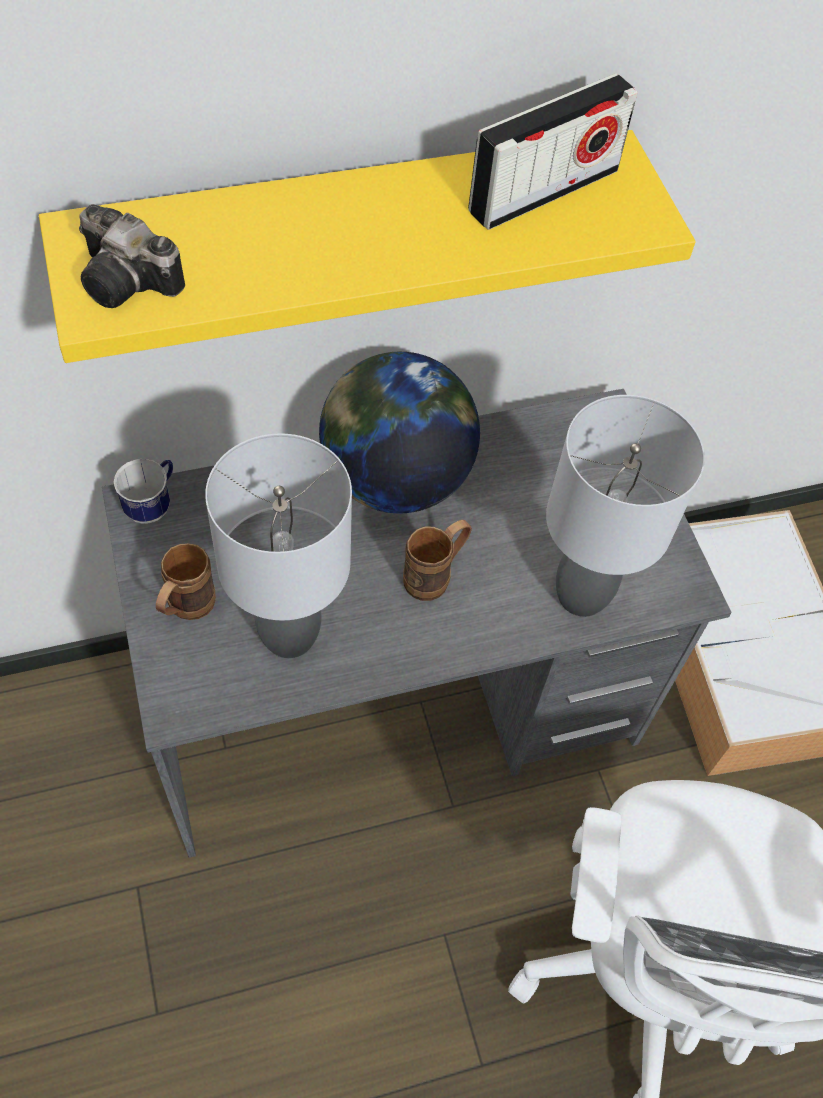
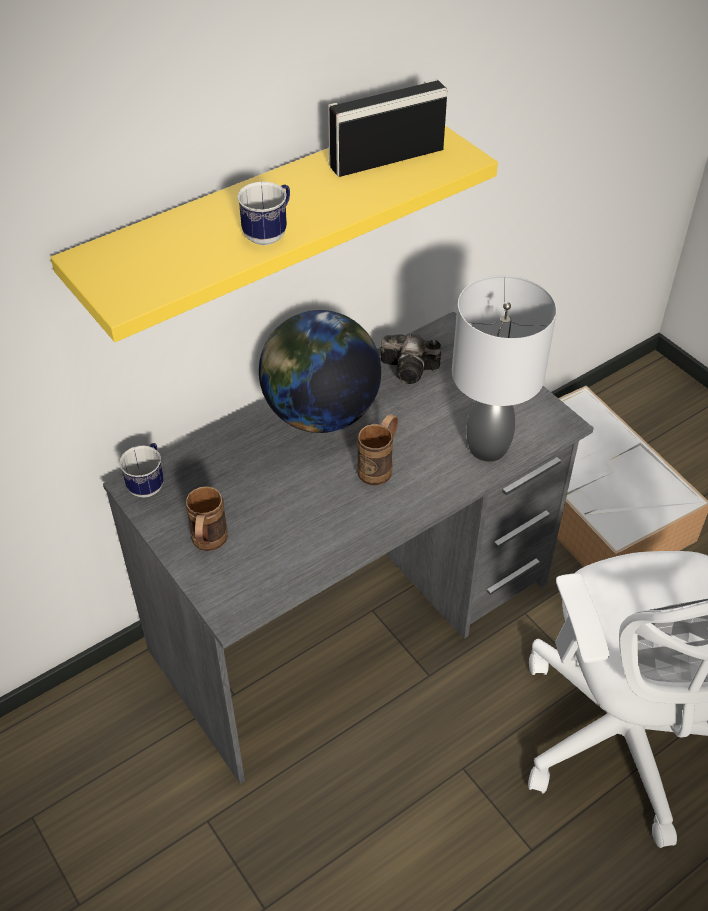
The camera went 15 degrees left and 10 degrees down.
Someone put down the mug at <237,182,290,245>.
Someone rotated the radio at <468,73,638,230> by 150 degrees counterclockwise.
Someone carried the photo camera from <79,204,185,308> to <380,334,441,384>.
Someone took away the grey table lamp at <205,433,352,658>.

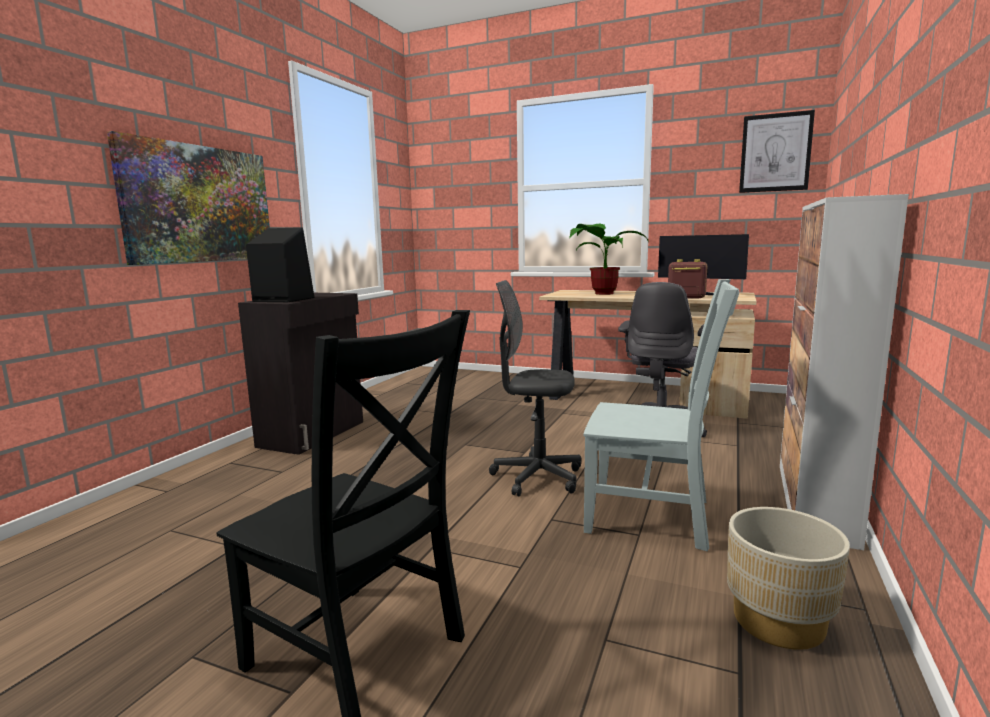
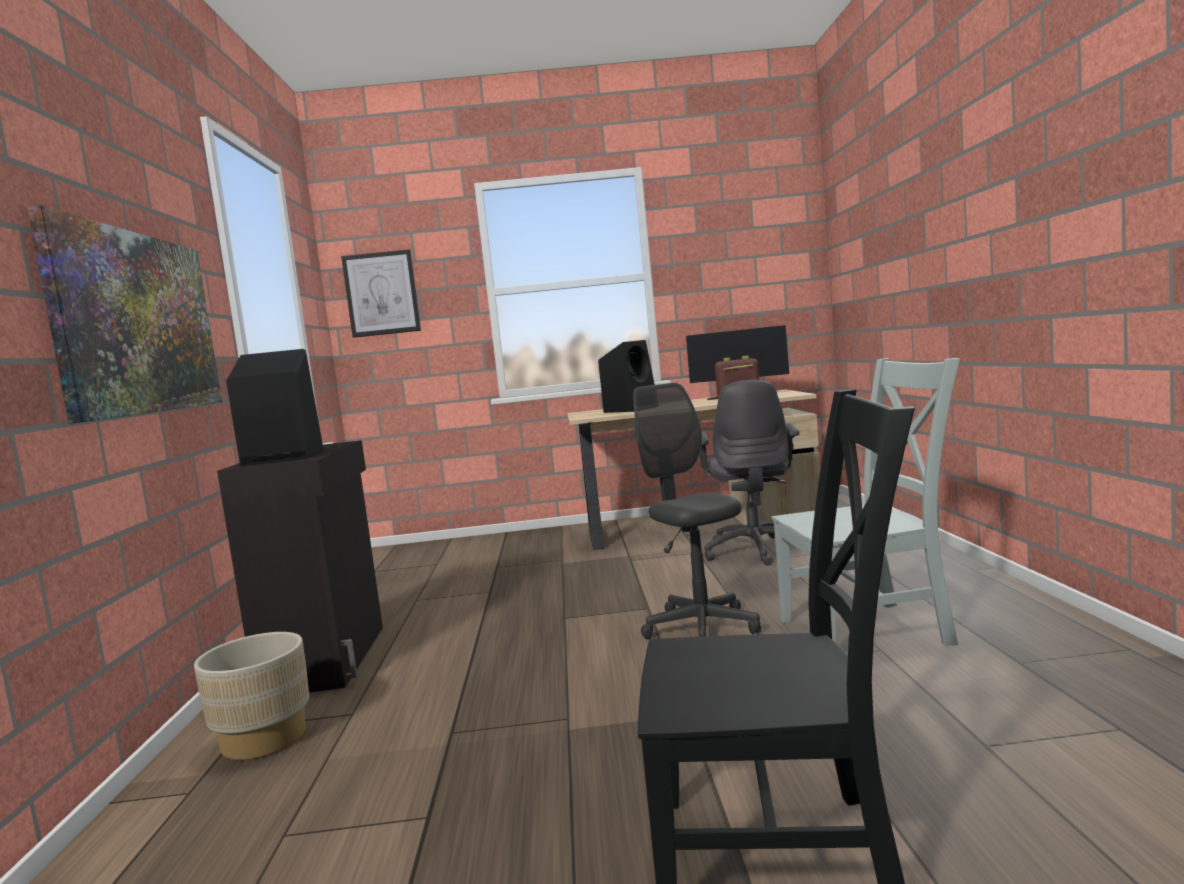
The camera went 25 degrees left and 5 degrees down.
Someone carried the beige planter from <727,507,850,650> to <194,632,309,760>.
Someone carried the picture from <739,110,815,193> to <341,249,421,338>.
Someone swapped the potted plant at <569,224,648,295> for the black speaker at <598,340,655,413>.
Someone rotated the grey office chair at <489,280,581,496> by 75 degrees clockwise.
Someone took away the cabinet at <780,194,909,550>.

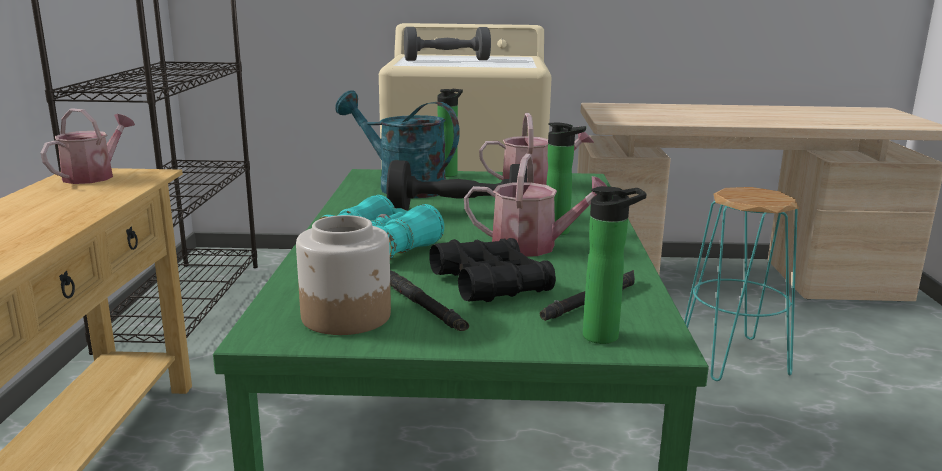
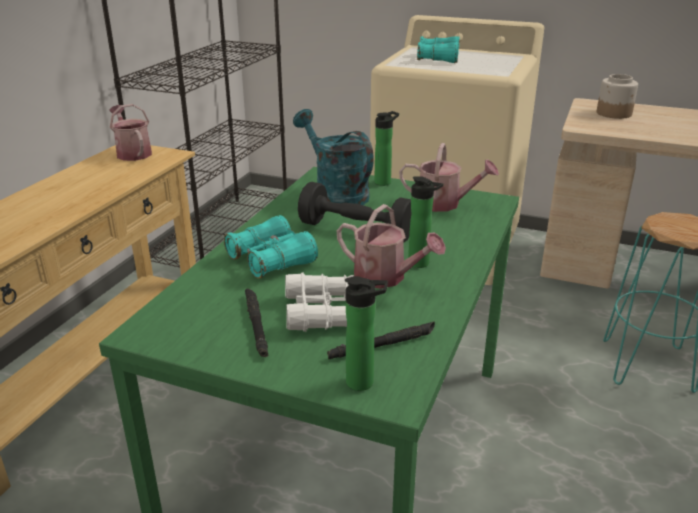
The camera went 20 degrees right and 10 degrees up.
Someone rotated the watering can at <40,108,135,184> by 75 degrees counterclockwise.
Someone repainted the black binoculars at <429,238,556,302>, which became the white binoculars at <285,272,354,332>.
Someone swapped the grey dumbbell at <404,27,491,61> for the turquoise binoculars at <417,36,460,63>.
Someone carried the jar from <296,215,391,335> to <597,74,638,119>.

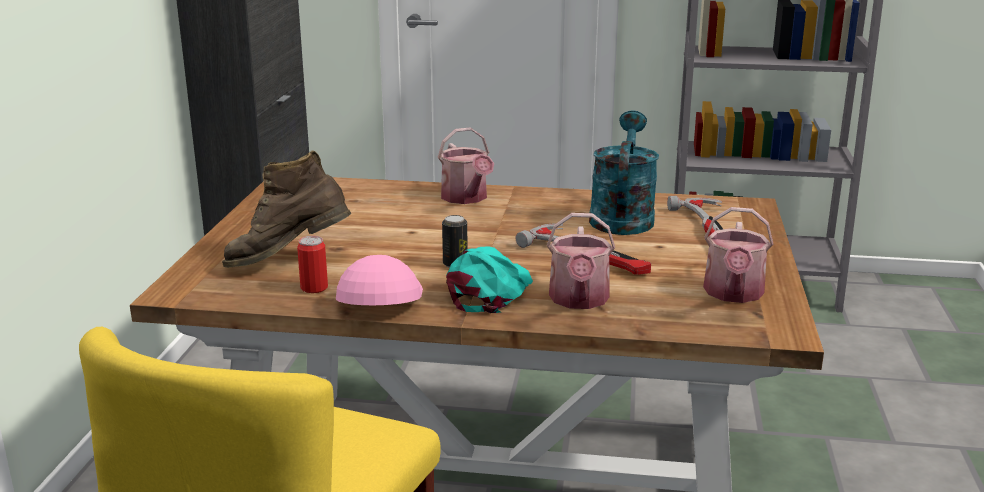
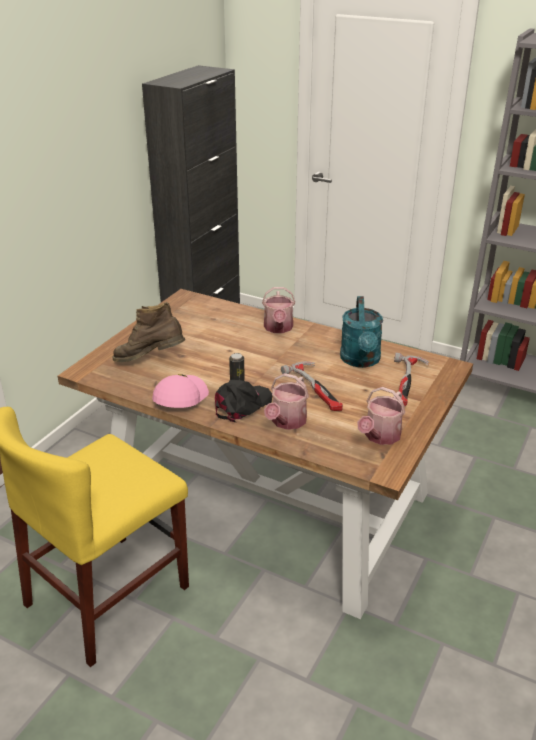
The camera went 20 degrees right and 10 degrees up.
Someone repainted the turquoise cap at <446,246,533,313>, which became the black cap at <215,380,273,422>.
Someone rotated the turquoise watering can at <589,110,659,235> by 150 degrees clockwise.
Someone took away the can at <297,236,328,293>.

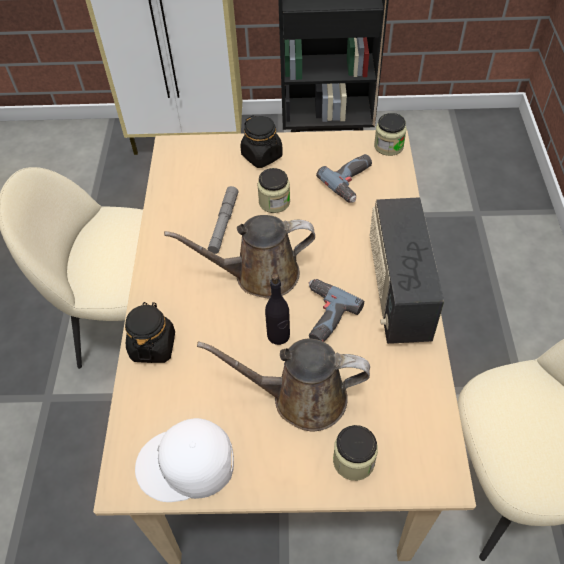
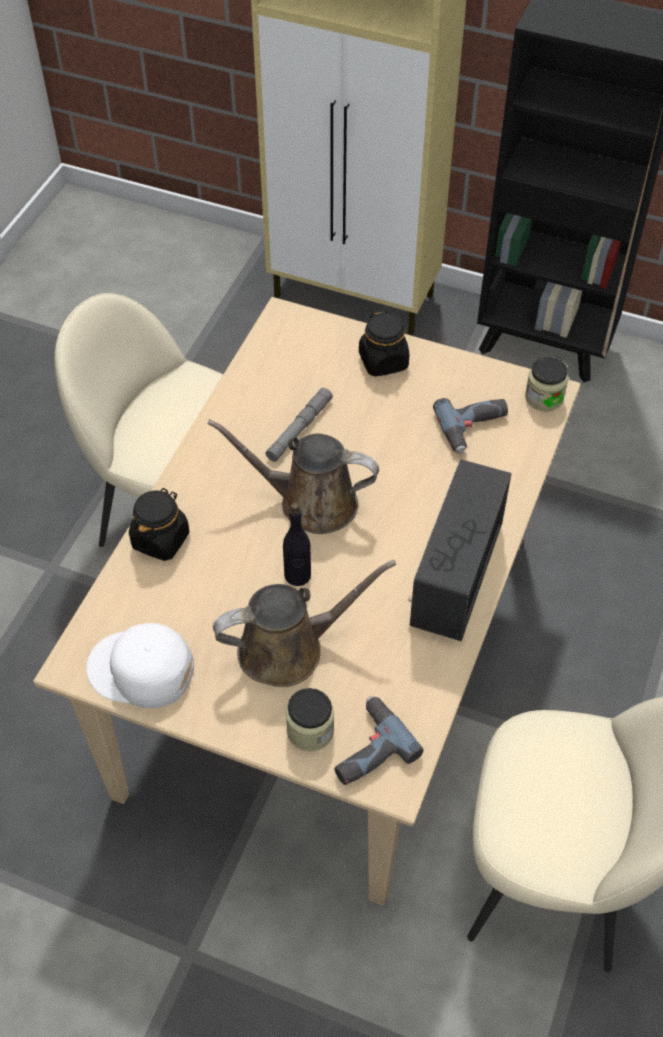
The camera went 20 degrees right and 0 degrees up.
Someone rotated the brown watering can at <197,339,370,431> by 135 degrees clockwise.
Someone carried the power drill from <309,279,364,342> to <335,697,424,785>.
Someone took away the jar at <257,168,290,213>.

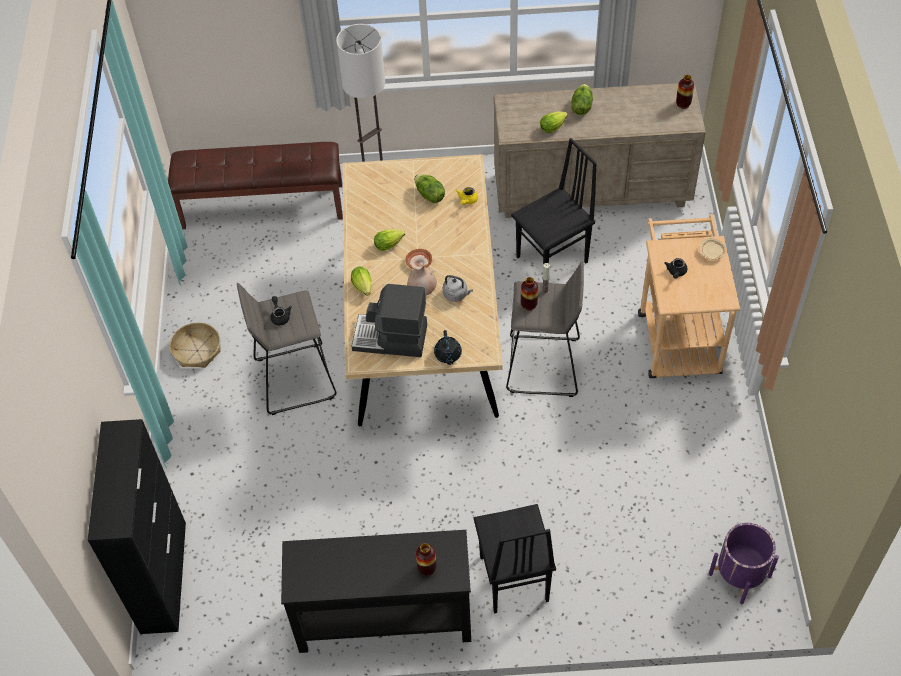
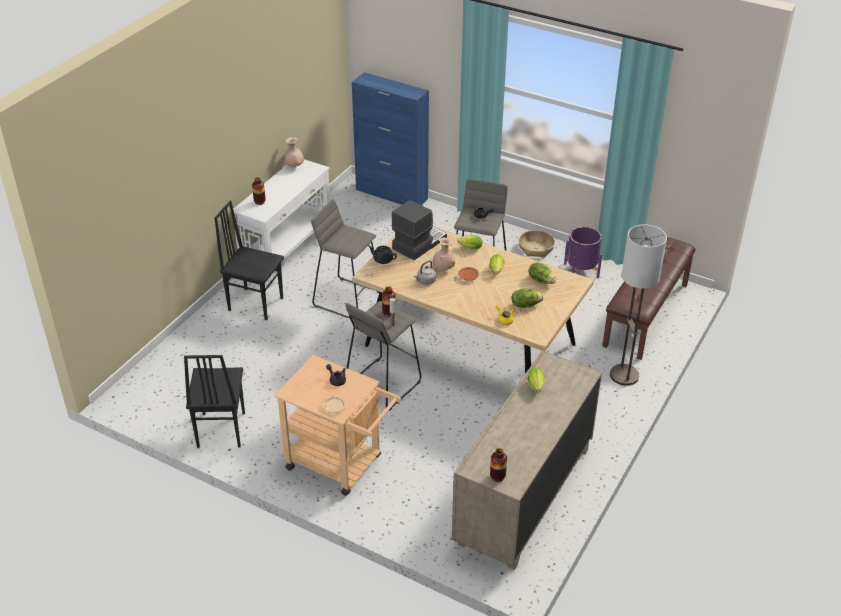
The camera went 120 degrees right and 15 degrees down.
Someone carried the black chair from <511,138,597,264> to <184,355,245,448>.
Someone repainted the black console table at <281,530,471,653>, which became the white console table at <233,159,330,286>.
Someone put down the beige vase at <284,137,304,167>.
Someone put down the grey stool at <311,199,379,318>.
Someone repainted the black cabinet at <88,419,186,634>, which became the blue cabinet at <352,72,429,205>.
Someone carried the lettuce from <571,84,593,115> to <528,262,556,284>.
Someone carried the purple planter from <709,523,779,604> to <564,226,602,278>.

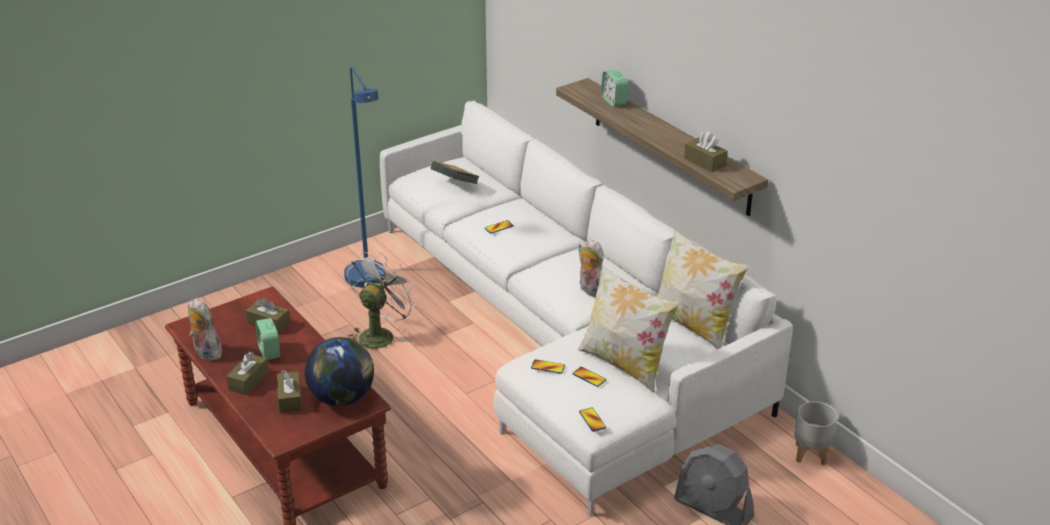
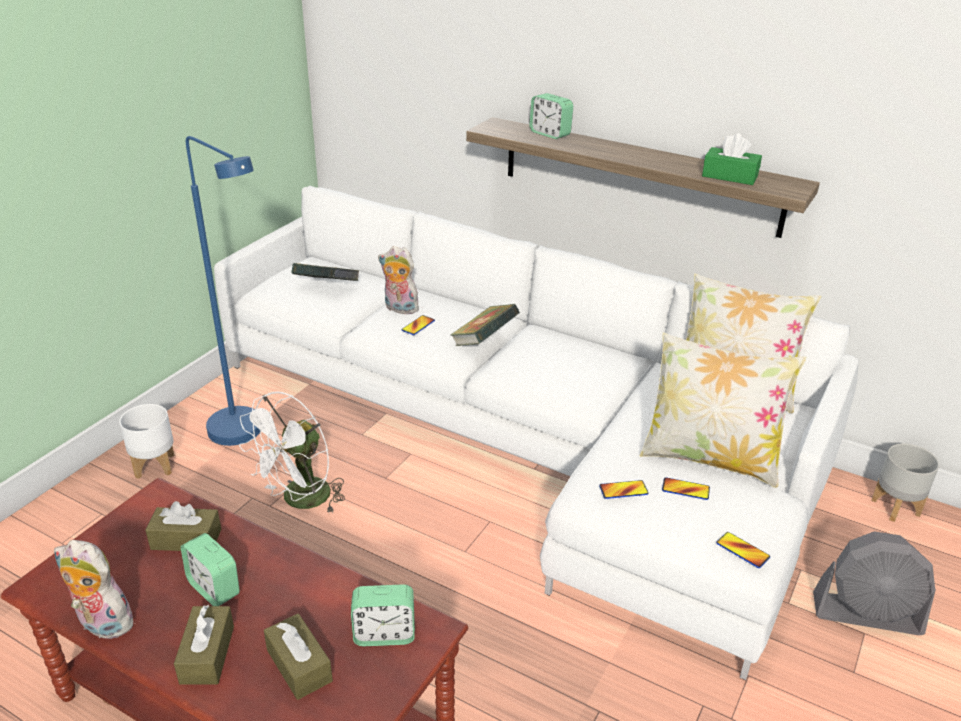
The camera went 25 degrees left and 0 degrees up.
Someone put down the white planter at <119,404,174,479>.
Someone rotated the white fan at <347,252,418,349> by 150 degrees counterclockwise.
Someone swapped the globe at <305,337,374,406> for the alarm clock at <351,584,415,646>.
Someone carried the plush toy from <578,239,604,297> to <378,246,419,314>.
Someone put down the book at <451,304,520,346>.
Someone repainted the brown tissue box at <684,132,728,172>, which became the green tissue box at <702,133,762,185>.

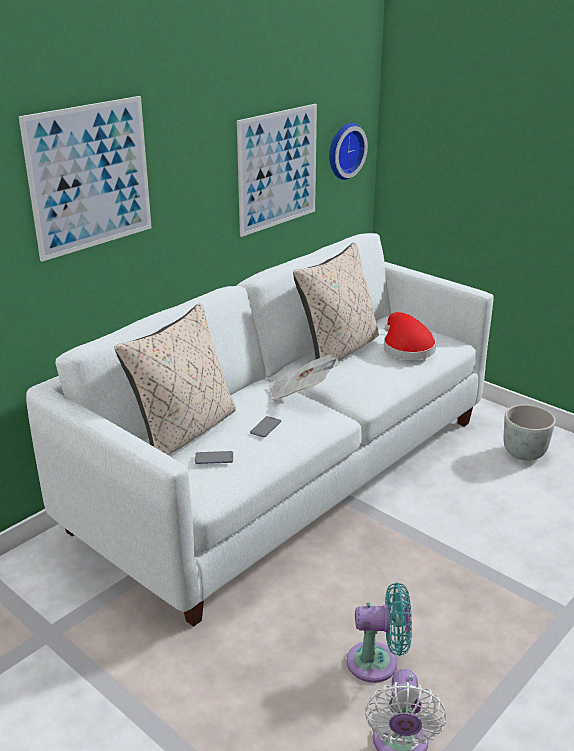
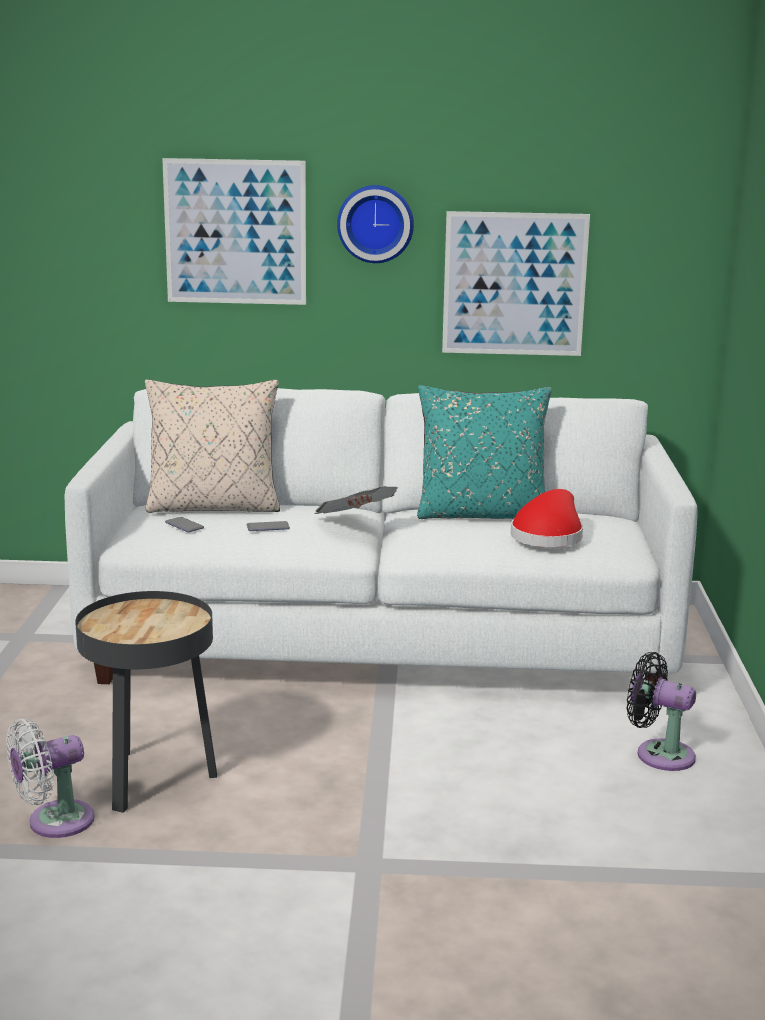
The camera went 50 degrees right and 10 degrees down.
Someone swapped the turquoise fan at <347,583,412,683> for the black side table at <75,591,217,813>.
Someone carried the wall clock from <329,123,368,180> to <337,185,414,263>.
Someone repainted the beige pillow at <293,243,379,361>, which became the turquoise pillow at <417,385,552,519>.
Someone swapped the grey planter at <503,405,556,461> for the black fan at <627,652,696,771>.

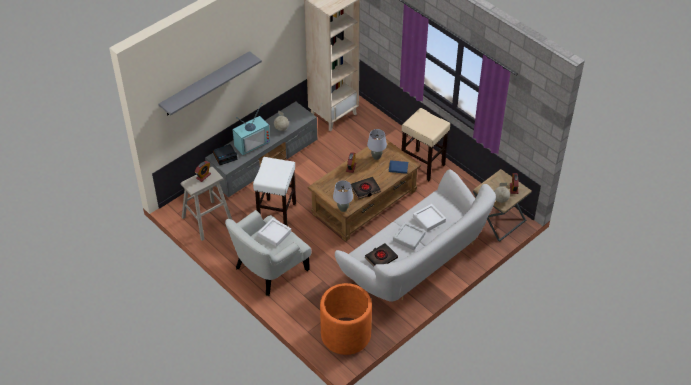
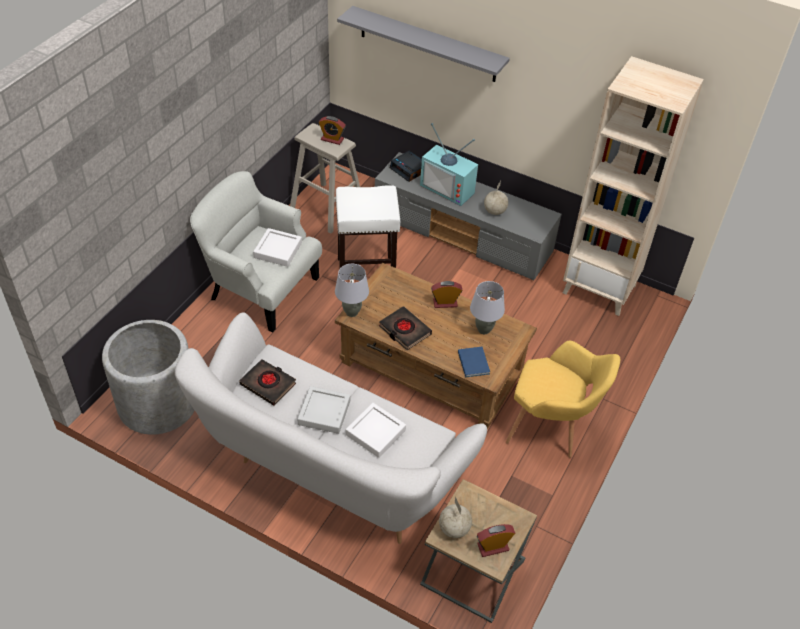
The camera went 70 degrees right and 0 degrees up.
Someone repainted the orange planter at <320,283,372,355>, which became the grey planter at <102,320,195,435>.
Someone swapped the beige stool at <402,108,450,181> for the yellow armchair at <506,341,620,458>.

